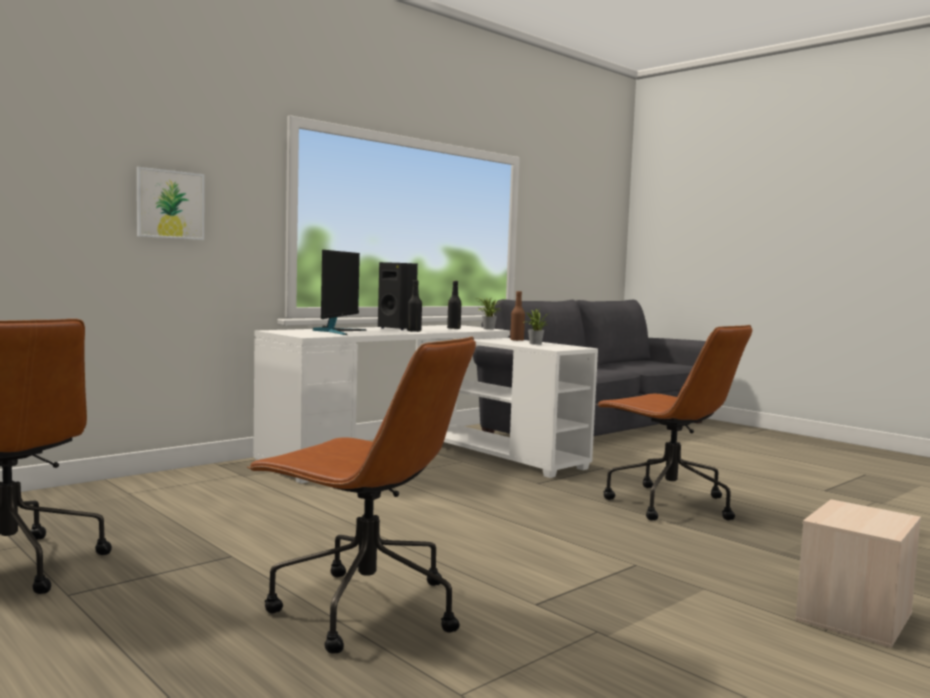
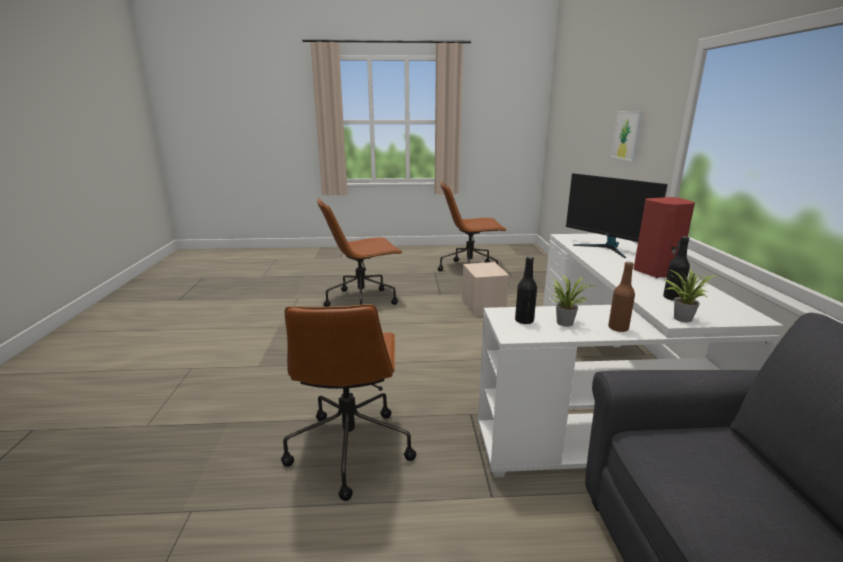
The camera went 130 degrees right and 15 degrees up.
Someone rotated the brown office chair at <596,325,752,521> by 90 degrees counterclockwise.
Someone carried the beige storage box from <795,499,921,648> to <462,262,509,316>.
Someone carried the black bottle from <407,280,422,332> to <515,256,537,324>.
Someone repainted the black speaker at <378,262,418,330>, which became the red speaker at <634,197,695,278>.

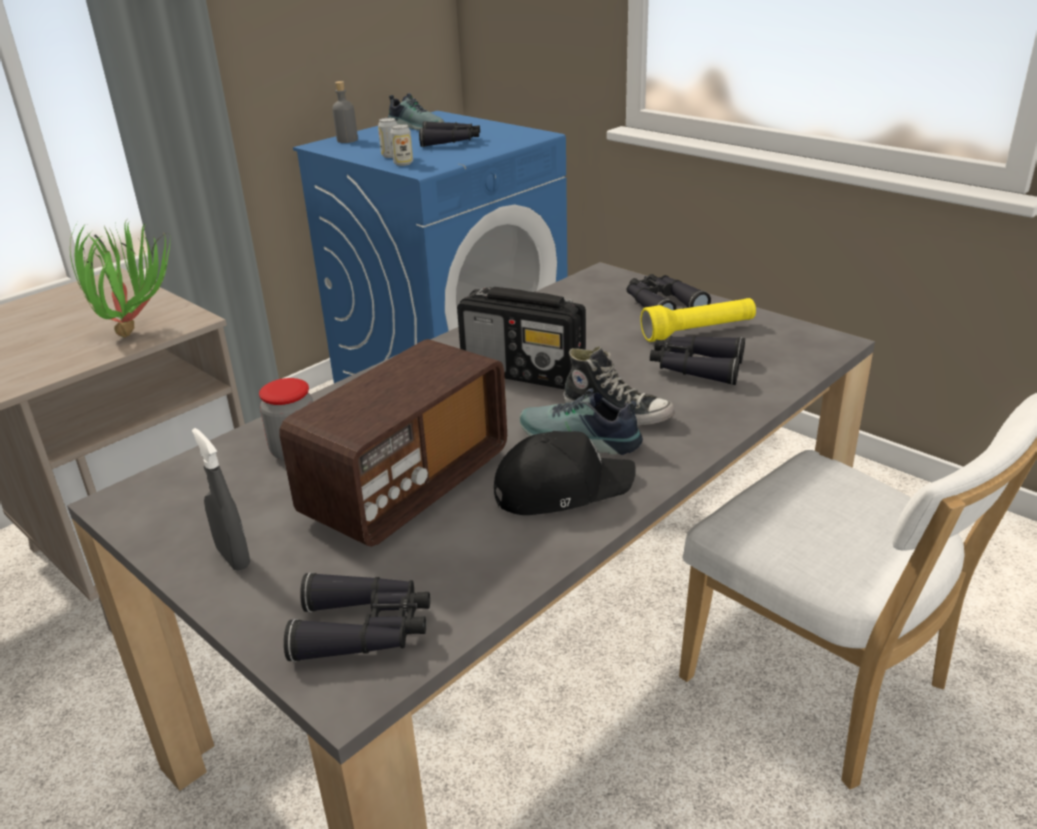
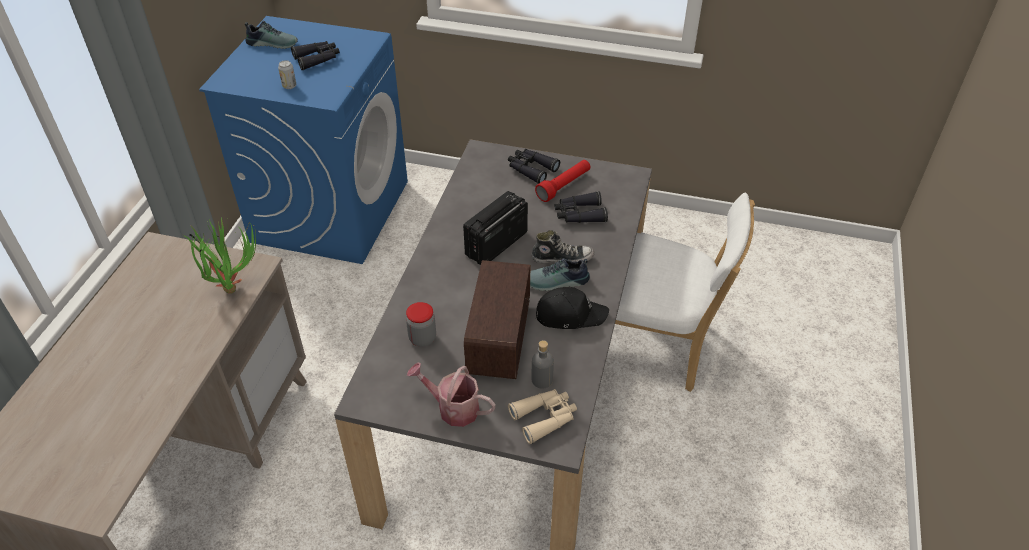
The camera went 30 degrees left and 15 degrees up.
Someone swapped the grey spray bottle at <192,428,250,571> for the watering can at <407,363,495,427>.
Someone rotated the radio at <457,287,586,389> by 135 degrees clockwise.
Someone repainted the black binoculars at <284,572,430,662>, which became the beige binoculars at <508,389,577,444>.
Someone carried the grey bottle from <332,81,358,143> to <532,340,554,389>.
Someone repainted the yellow flashlight at <640,298,756,342>, which became the red flashlight at <535,160,590,202>.
Someone rotated the black cap at <494,431,636,515> by 45 degrees clockwise.
Someone took away the can at <390,124,413,166>.

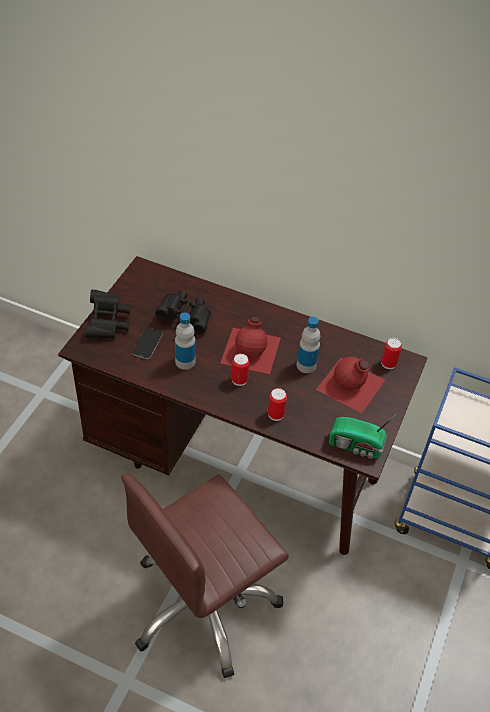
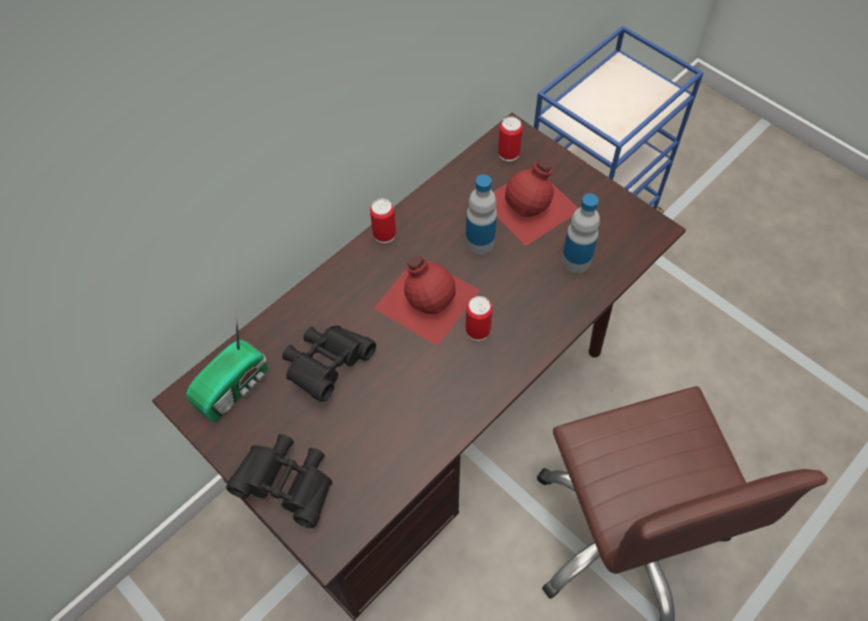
The camera went 65 degrees left and 10 degrees up.
Someone carried the radio from <329,414,396,459> to <186,310,268,422>.
Someone carried the can from <268,388,287,421> to <370,198,396,243>.
Someone carried the bottle from <175,313,195,370> to <562,193,600,273>.
Someone took away the phone at <132,328,163,359>.

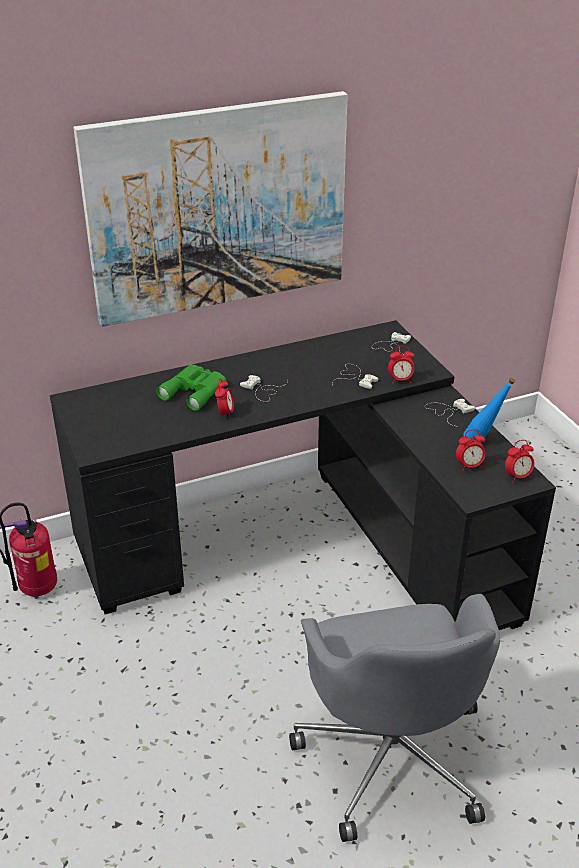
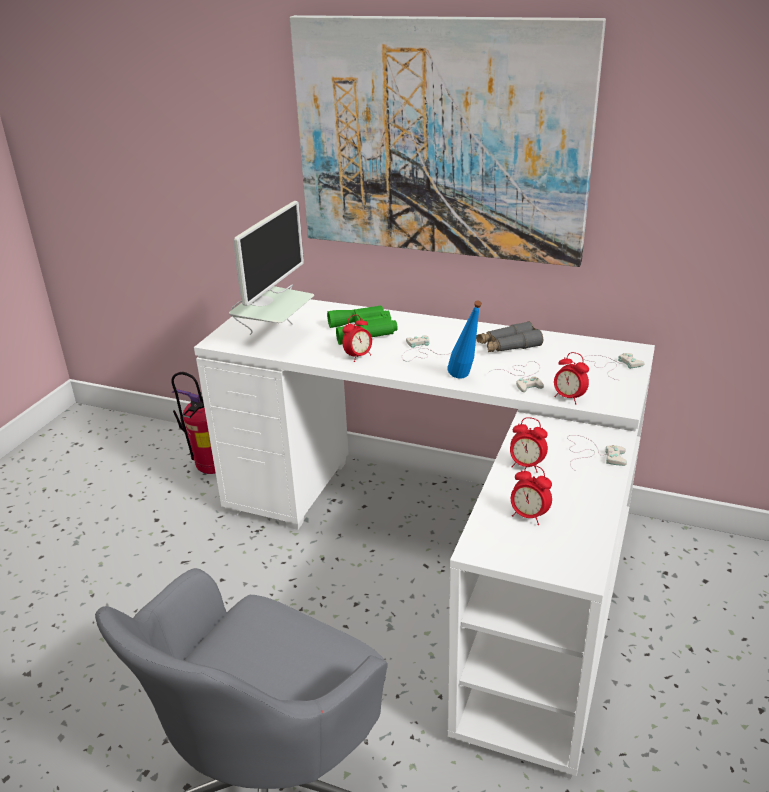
The camera went 45 degrees right and 5 degrees down.
Someone repainted the black desk at <50,320,556,630>, which became the white desk at <194,299,655,779>.
Someone put down the monitor at <229,201,314,335>.
Someone carried the blue bottle from <463,378,515,439> to <447,300,482,379>.
Someone put down the grey binoculars at <476,321,543,352>.
Someone carried the alarm clock from <505,440,535,483> to <510,417,548,473>.

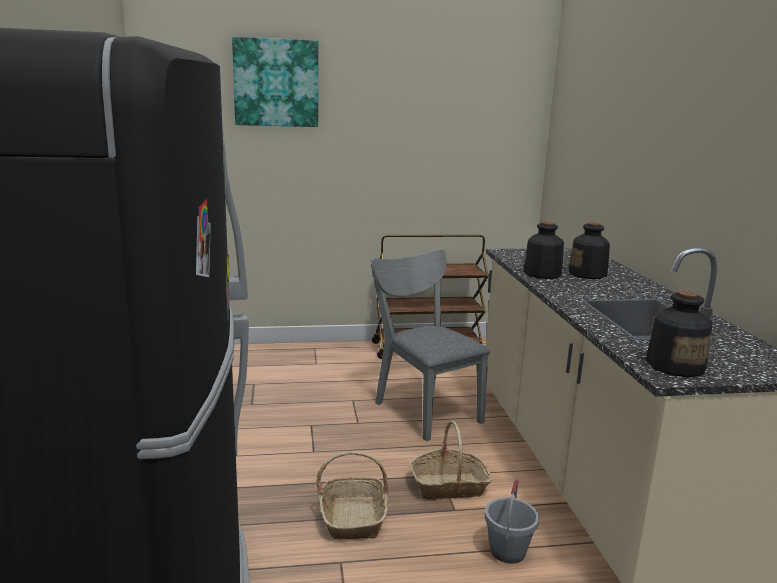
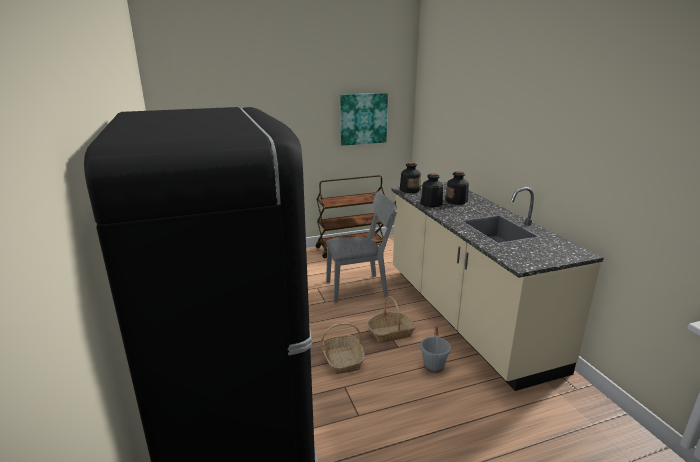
The camera went 10 degrees left and 5 degrees up.
Someone rotated the grey chair at <371,250,490,441> by 120 degrees clockwise.
Someone carried the picture from <232,37,318,127> to <340,93,388,146>.
Someone carried the bottle from <646,290,713,377> to <400,162,421,193>.

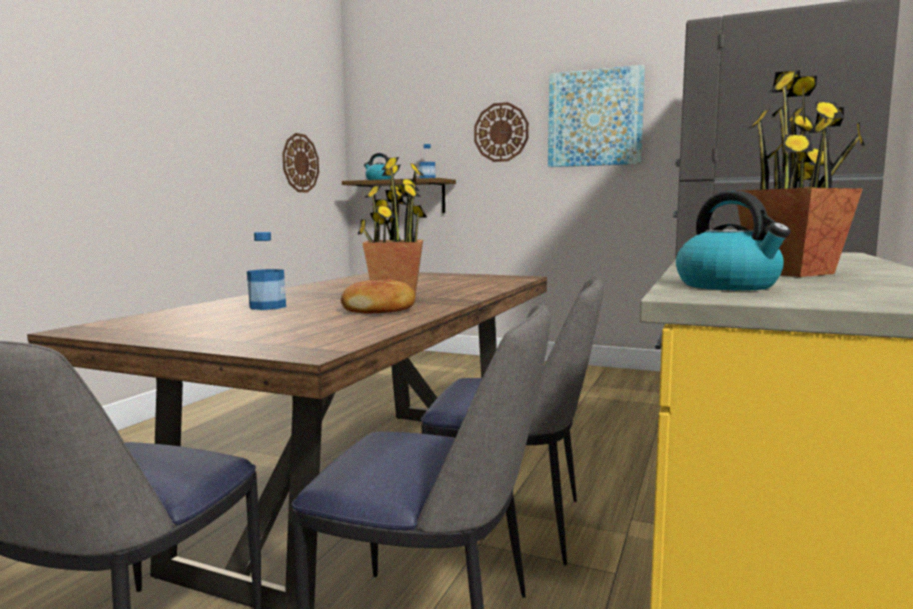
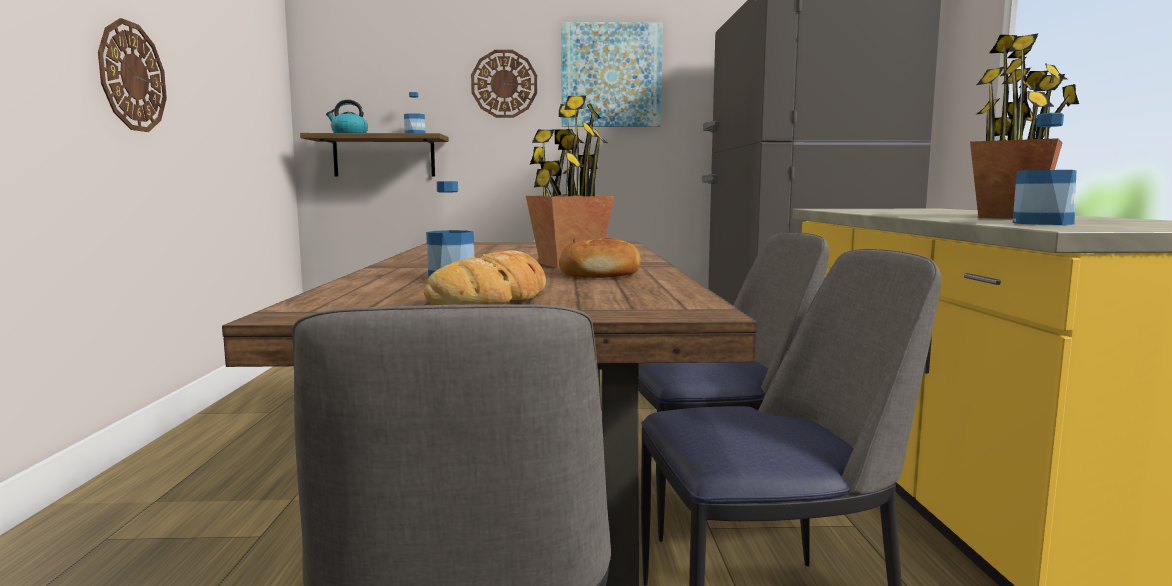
The camera went 25 degrees left and 0 degrees up.
Someone carried the wall clock from <282,133,319,193> to <98,18,167,132>.
Someone put down the bread at <423,250,546,305>.
Someone swapped the kettle at <676,191,791,291> for the bottle at <1013,113,1076,225>.

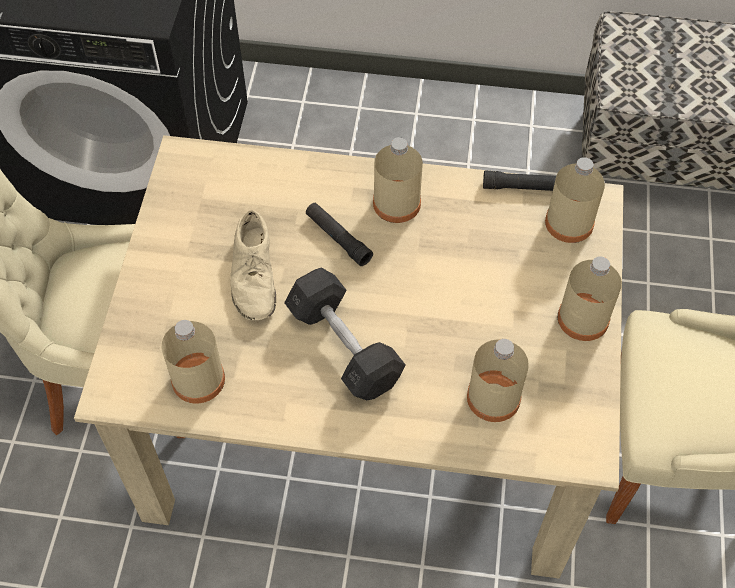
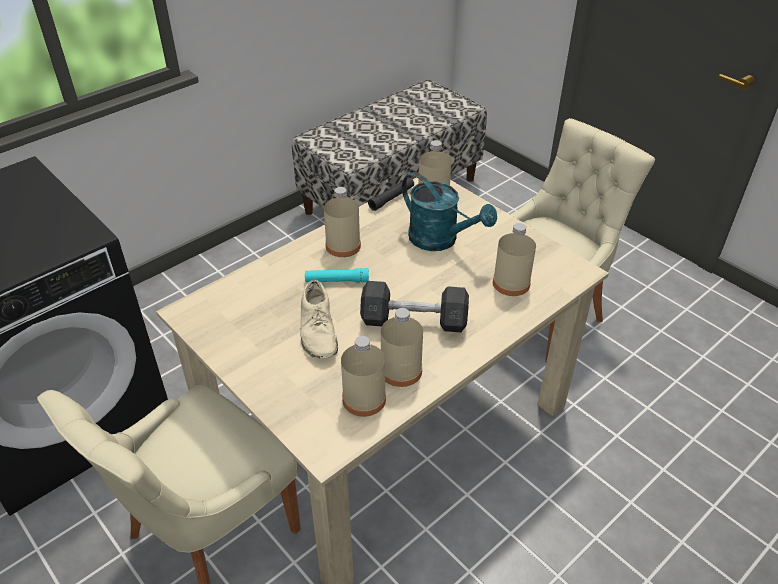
The camera went 50 degrees left and 15 degrees down.
Someone rotated the beige shoe at <230,210,276,320> by 45 degrees clockwise.
Someone repainted the black flashlight at <306,203,373,266>, which became the turquoise flashlight at <305,268,369,282>.
Someone carried the beige bottle from <558,256,622,341> to <381,308,423,387>.
Someone put down the turquoise watering can at <402,172,497,251>.

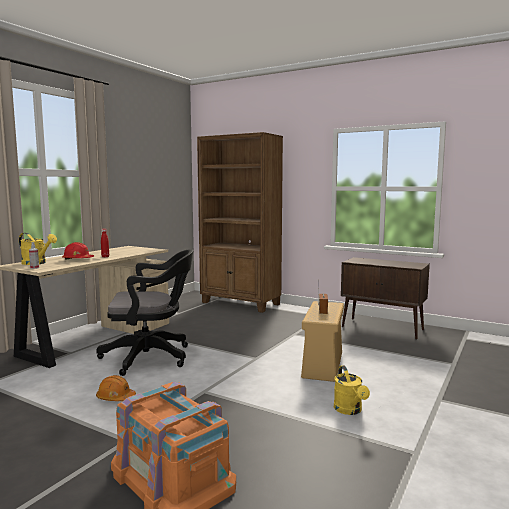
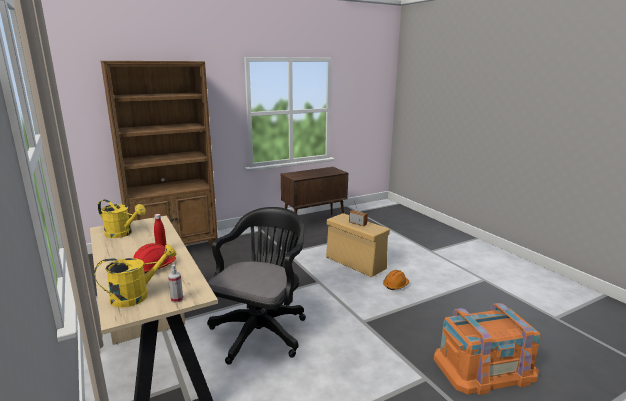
The camera went 60 degrees left and 10 degrees up.
Someone carried the yellow watering can from <334,365,370,415> to <98,199,146,238>.
Someone carried the orange hard hat from <96,375,136,401> to <383,270,409,290>.

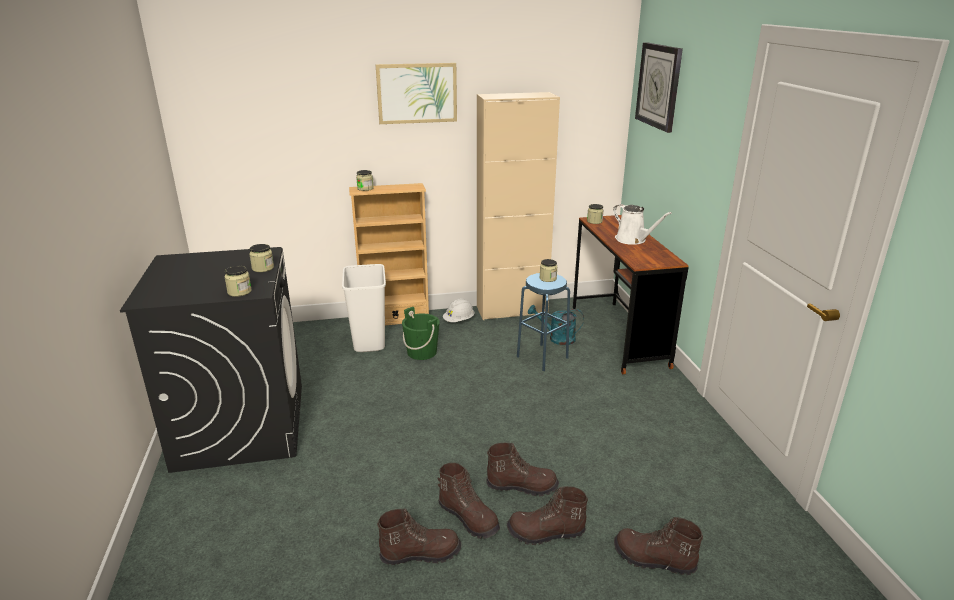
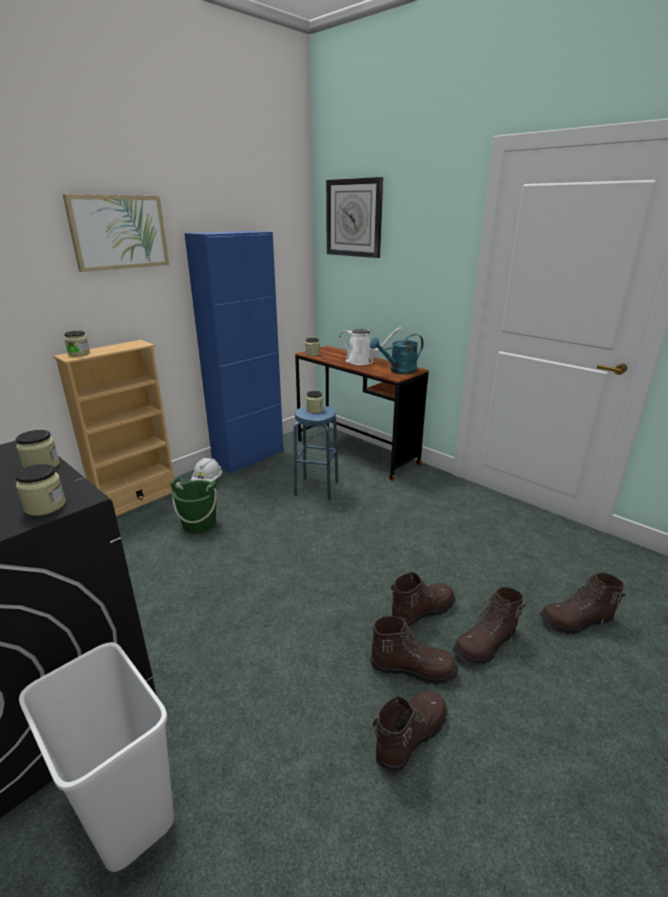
The camera went 35 degrees left and 0 degrees up.
Someone carried the white trash can from <342,264,386,352> to <19,642,174,872>.
Someone repainted the beige cabinet at <477,92,560,320>, which became the blue cabinet at <184,231,284,474>.
Someone carried the turquoise watering can from <528,305,584,345> to <370,334,423,374>.

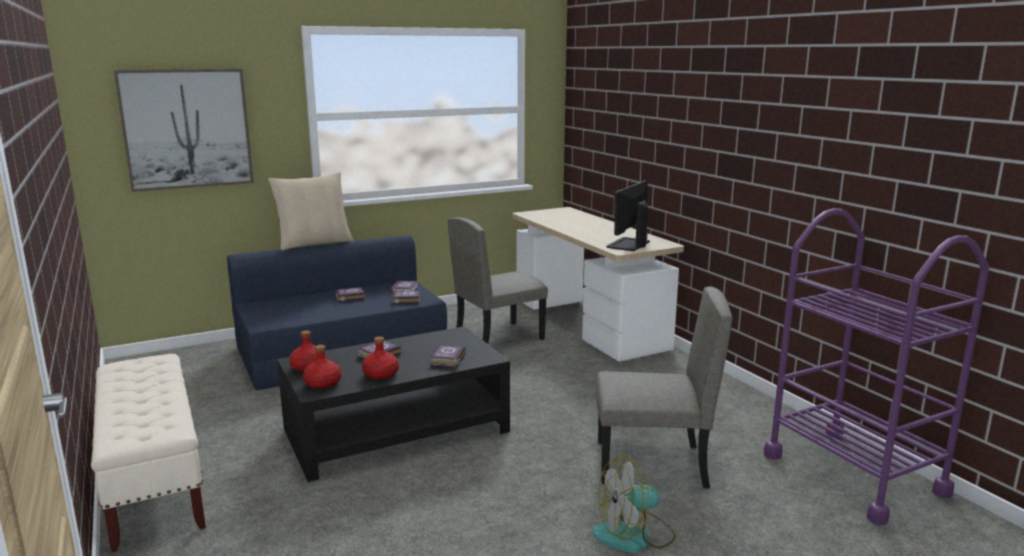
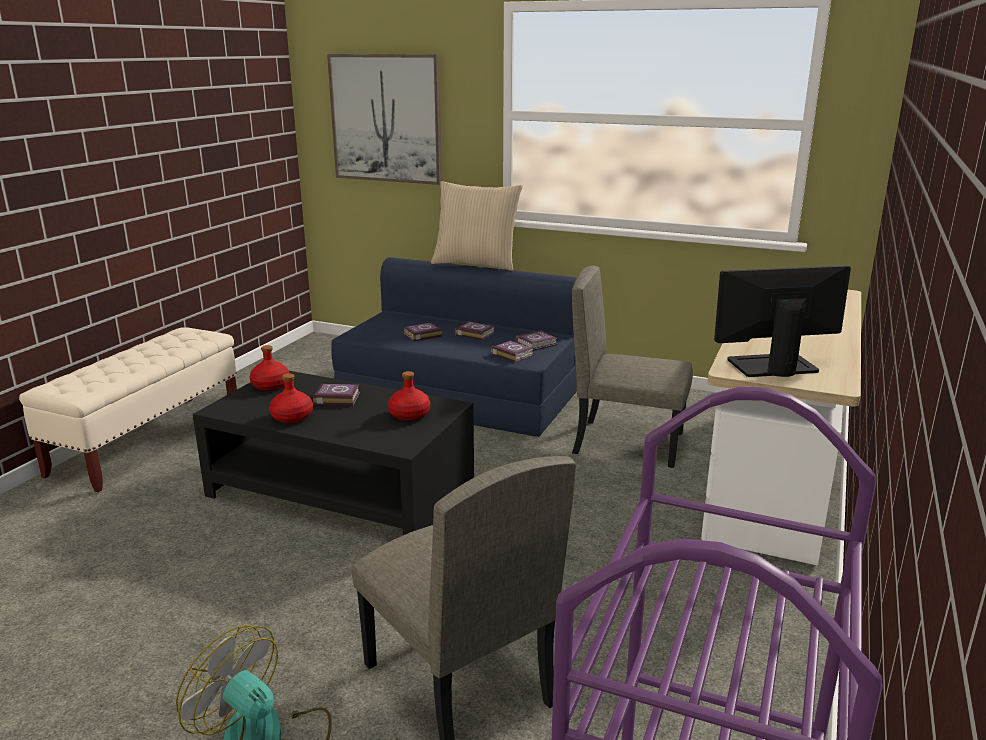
The camera went 50 degrees right and 5 degrees up.
Someone carried the red bottle from <303,345,341,389> to <388,371,430,421>.
Someone carried the book from <430,345,466,368> to <403,323,442,342>.

